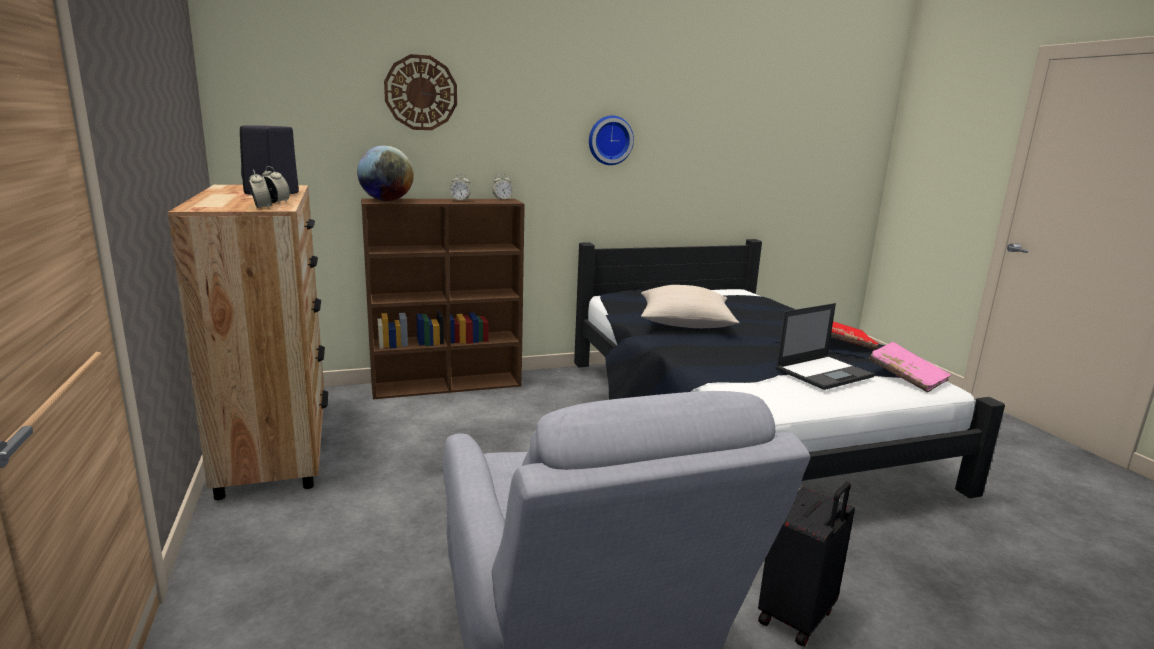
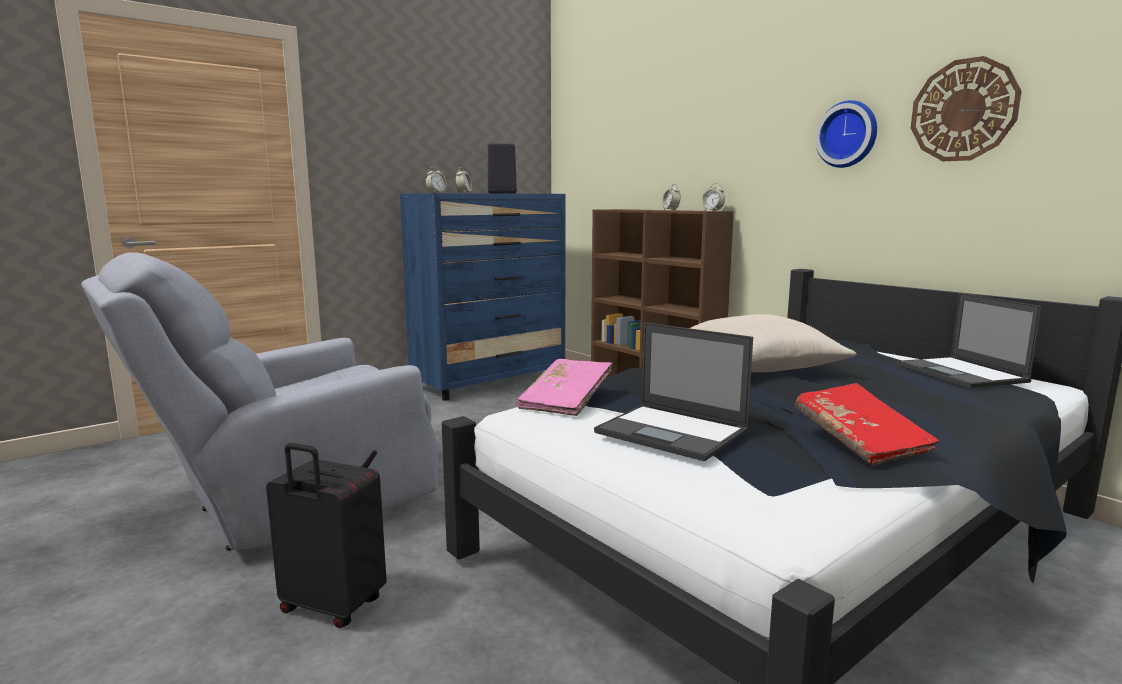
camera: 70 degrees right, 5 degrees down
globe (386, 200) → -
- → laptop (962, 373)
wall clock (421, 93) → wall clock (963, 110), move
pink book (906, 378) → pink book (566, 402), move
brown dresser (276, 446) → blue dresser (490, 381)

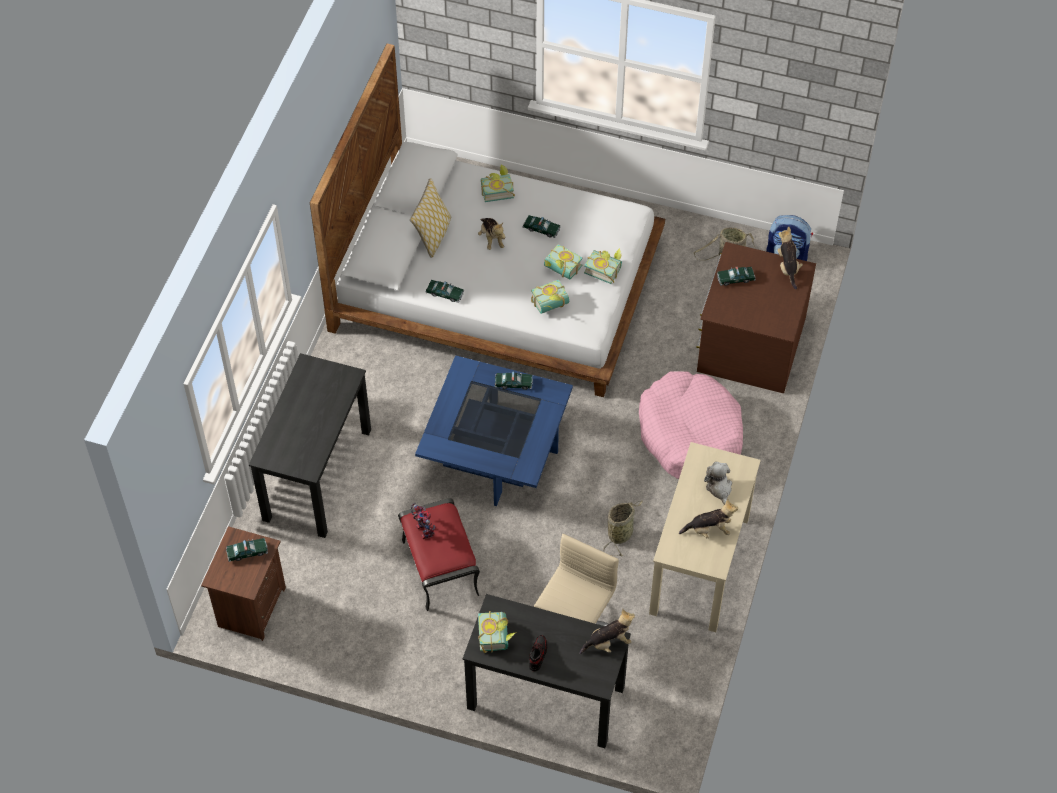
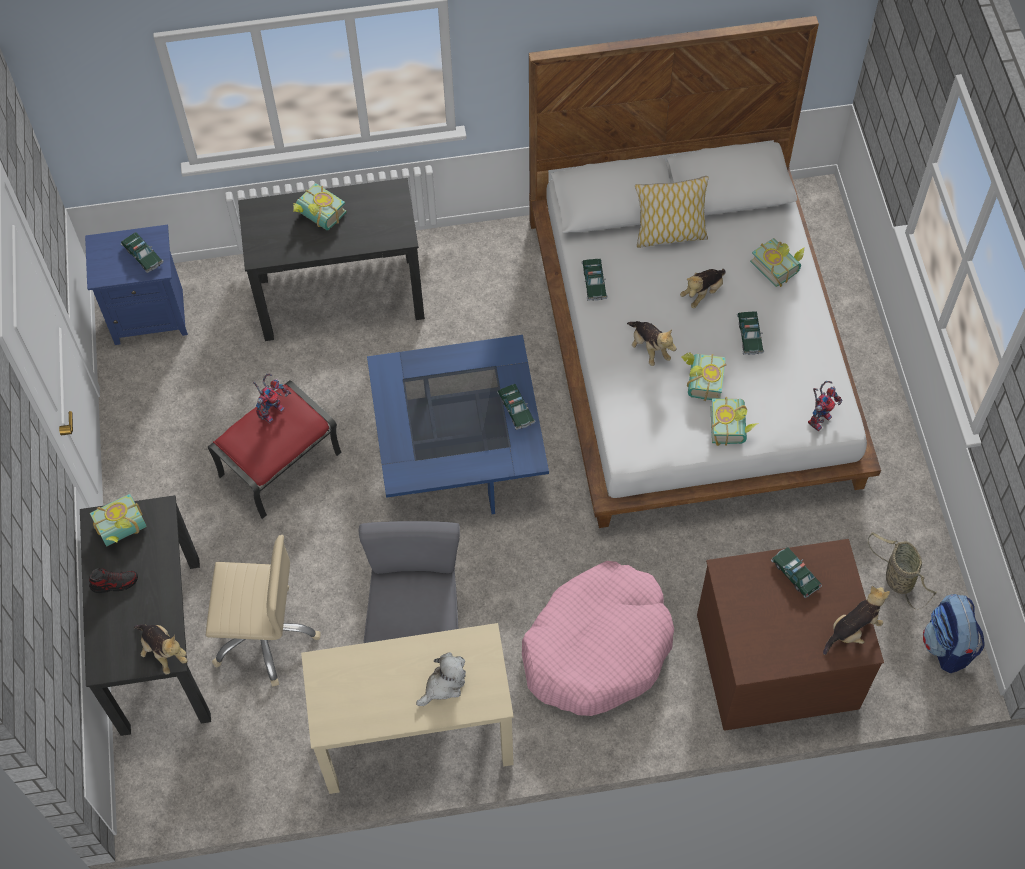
camera: 65 degrees right, 5 degrees up
- → toy robot (819, 417)
book (551, 305) → book (318, 217), move
plush toy (709, 530) → plush toy (649, 348), move
basket (621, 533) → grey chair (417, 629)
brown nightstand (250, 607) → blue nightstand (149, 315)

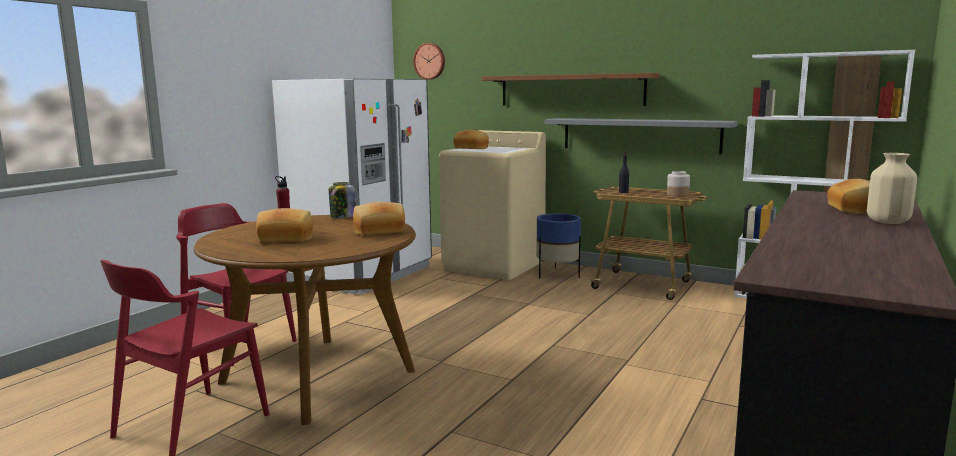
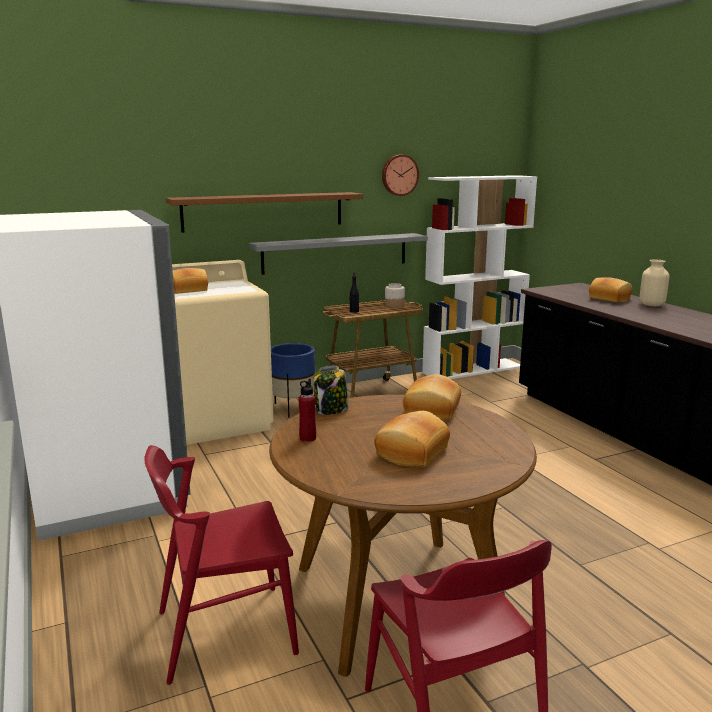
camera: 55 degrees left, 5 degrees up
wall clock (430, 61) → wall clock (399, 175), move

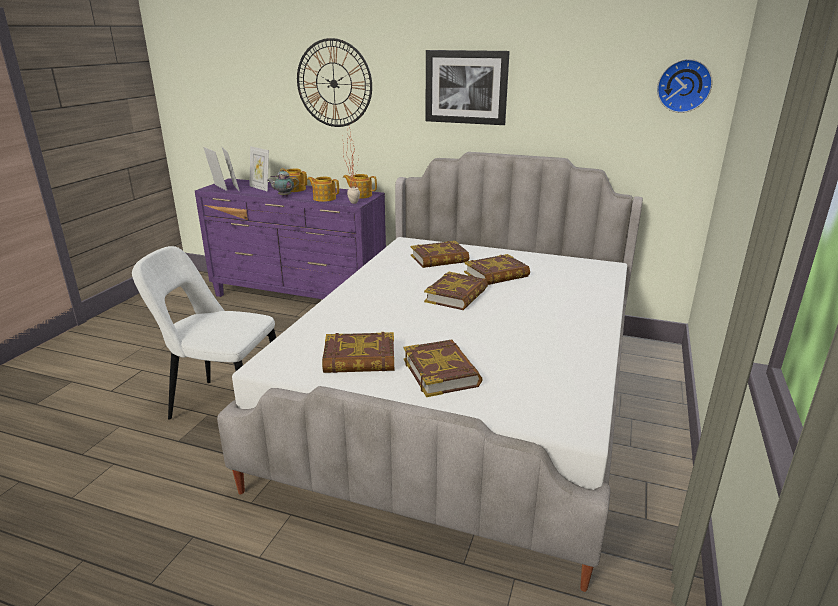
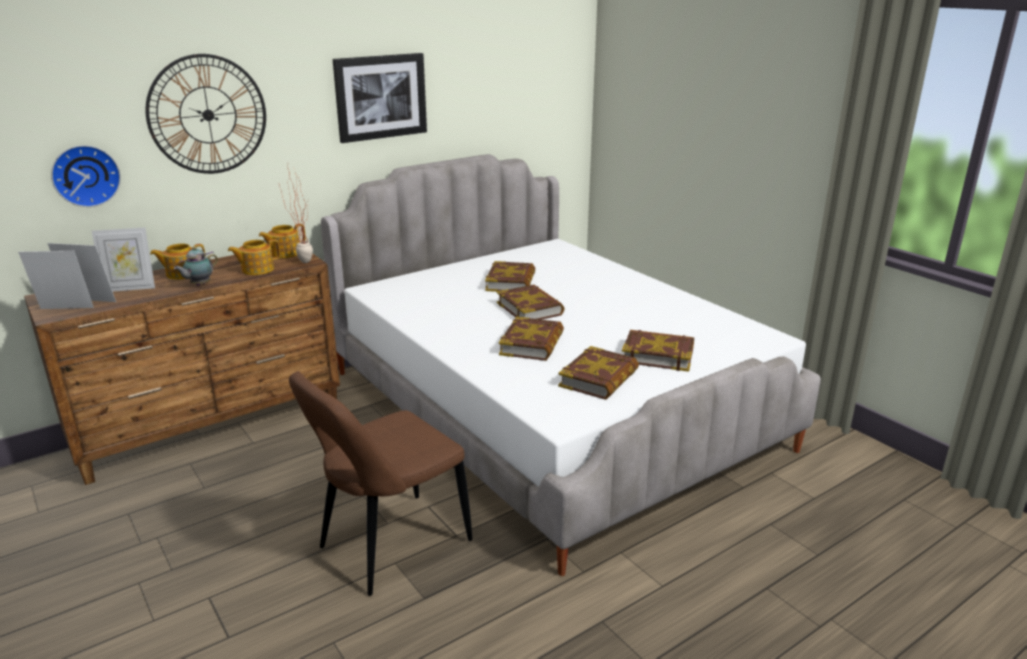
camera: 55 degrees left, 0 degrees up
book (439, 259) → book (532, 344), move
wall clock (684, 85) → wall clock (85, 175), move
white chair (224, 405) → brown chair (389, 546)
purple dresser (299, 299) → brown dresser (212, 427)

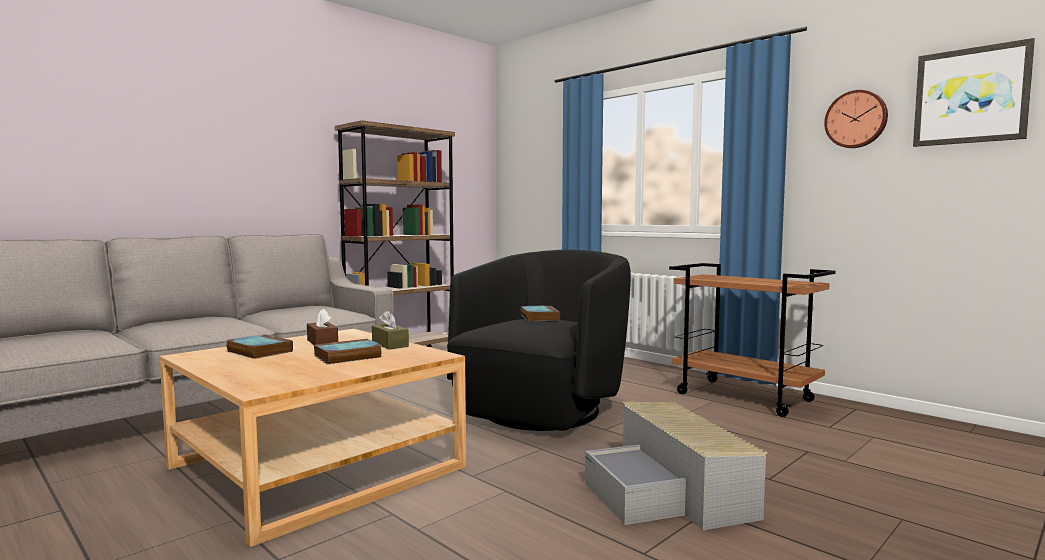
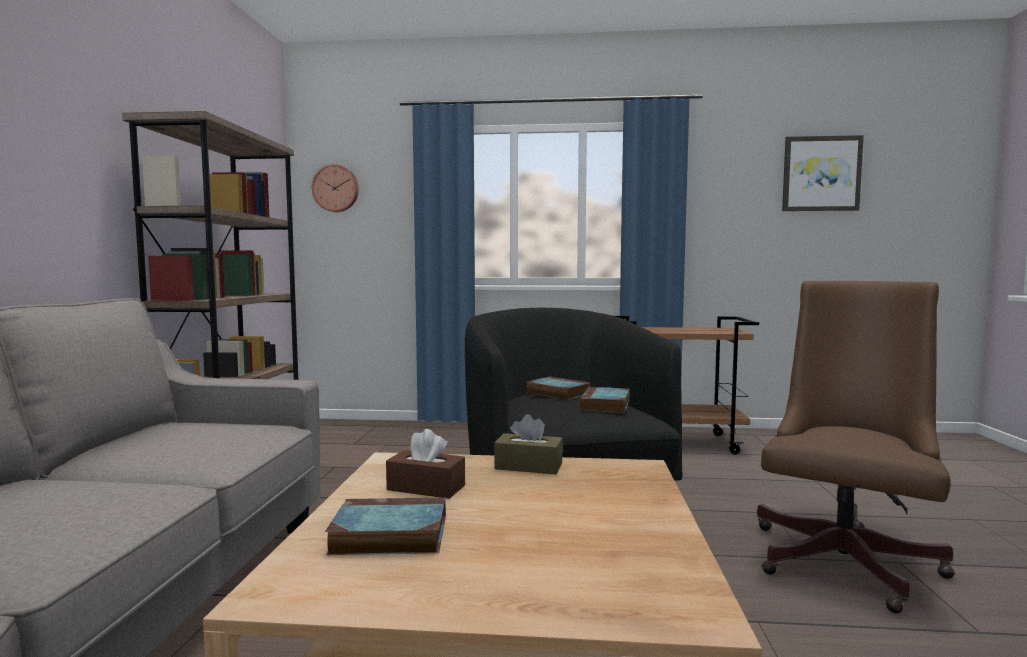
camera: 40 degrees left, 0 degrees up
book (347, 357) → book (605, 405), move
wall clock (856, 119) → wall clock (336, 188), move
grey storage box (670, 492) → brown office chair (847, 557)

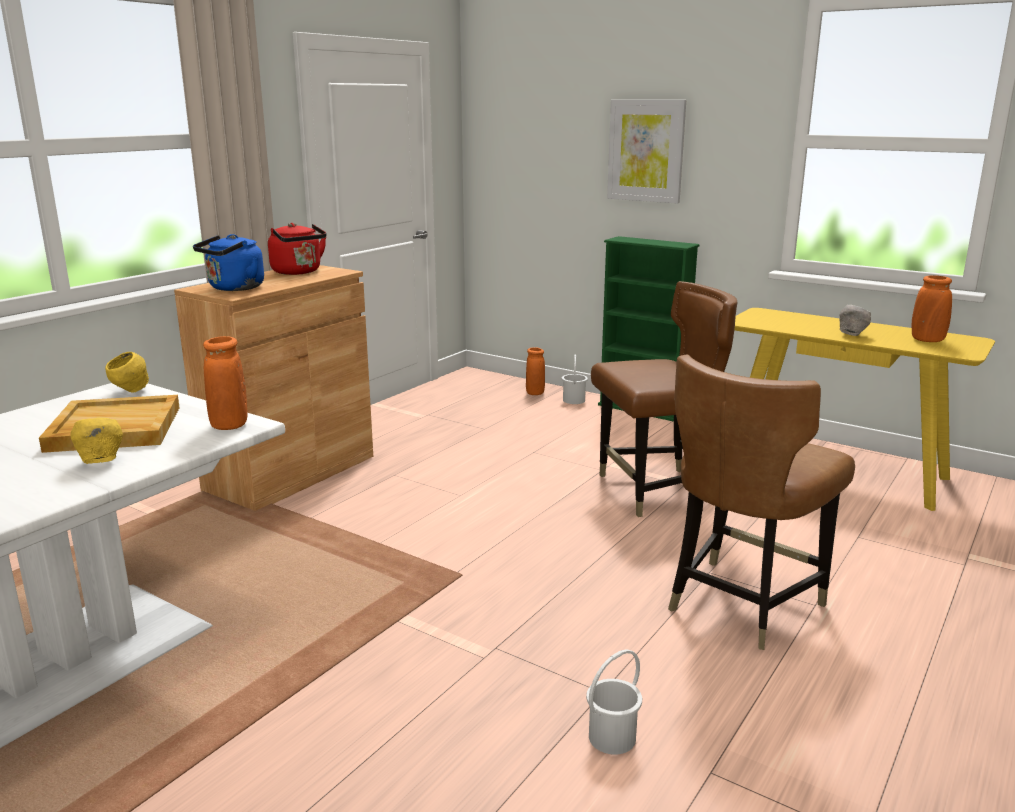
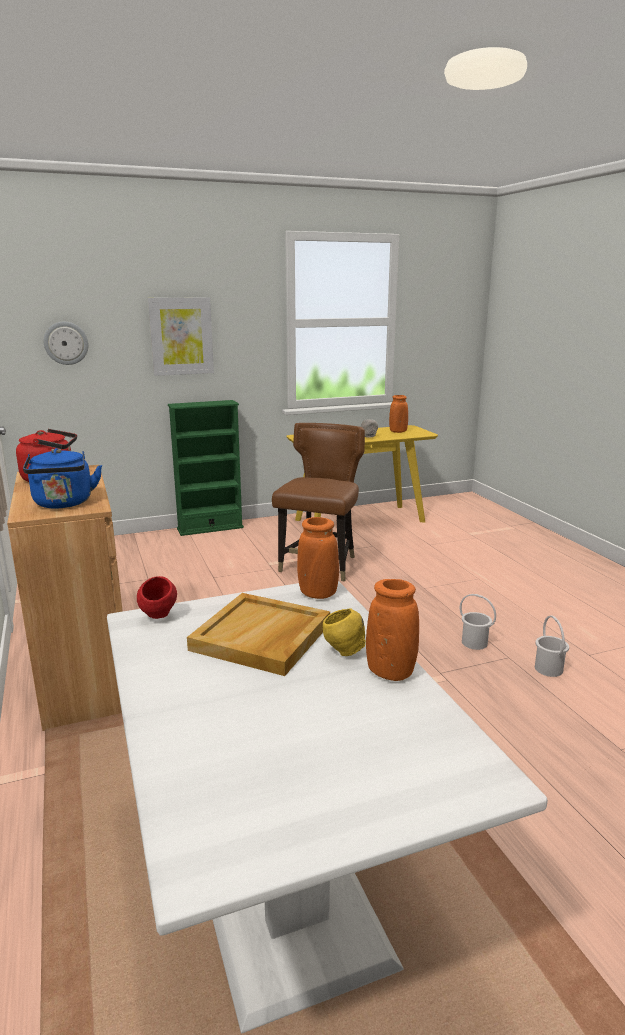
camera: 55 degrees left, 0 degrees up
brown chair (741, 604) → -
- → wall clock (66, 343)
orange vase (535, 393) → orange vase (390, 672), move
white bucket (574, 400) → white bucket (474, 642), move
yellow bowl (131, 391) → red bowl (158, 617)

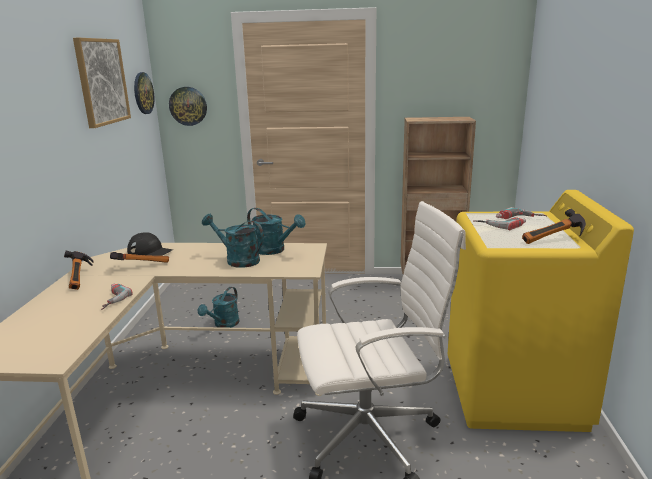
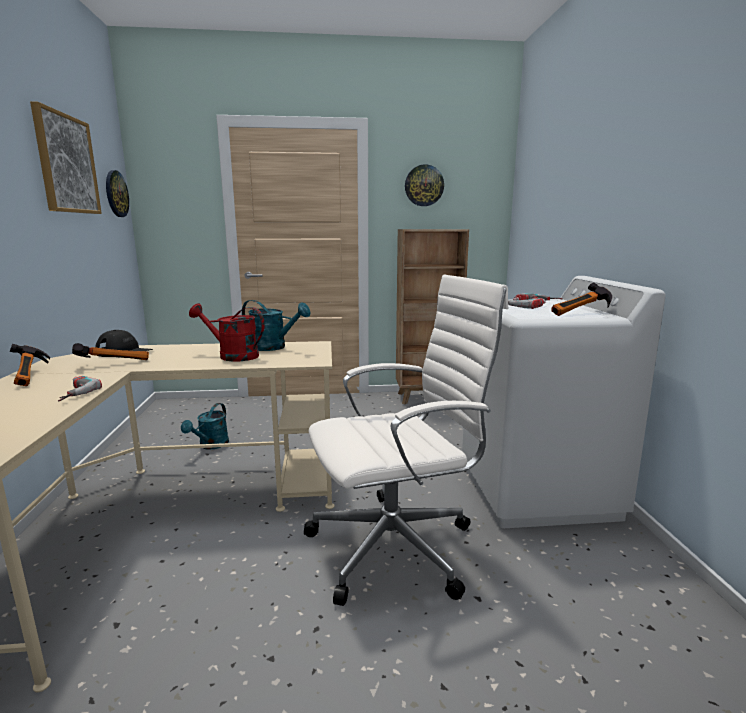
camera: 10 degrees left, 5 degrees down
wall clock (188, 106) → wall clock (424, 185), move
turquoise watering can (237, 260) → red watering can (232, 356)
yellow washing machine (514, 393) → white washing machine (537, 490)

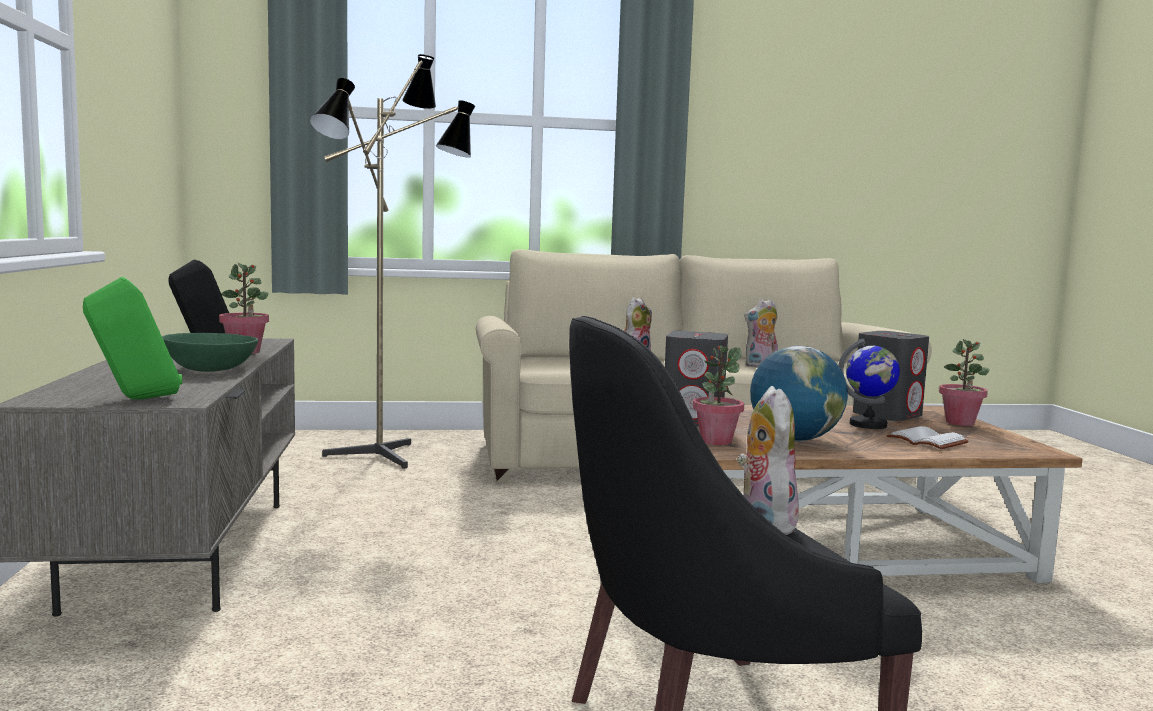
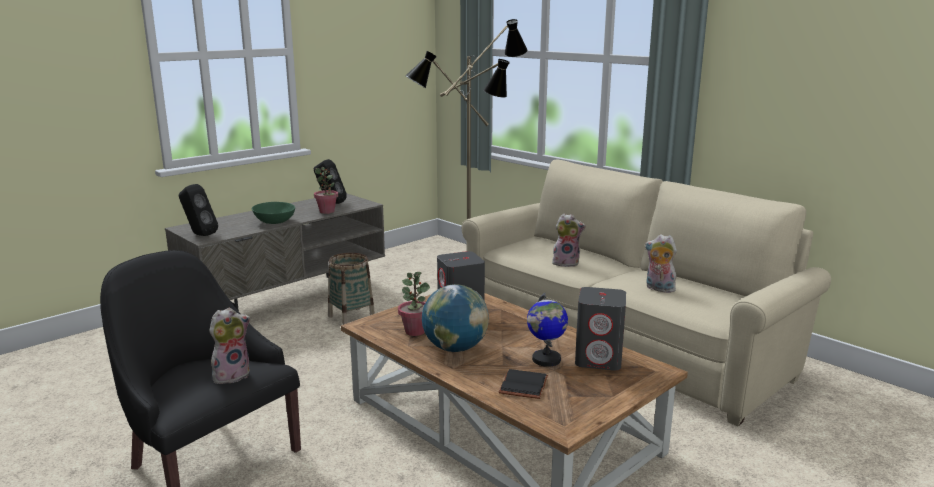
camera: 55 degrees right, 10 degrees up
potted plant (960, 422) → -
- → basket (351, 317)
green speaker (135, 399) → black speaker (199, 235)
white book (924, 441) → black book (522, 385)

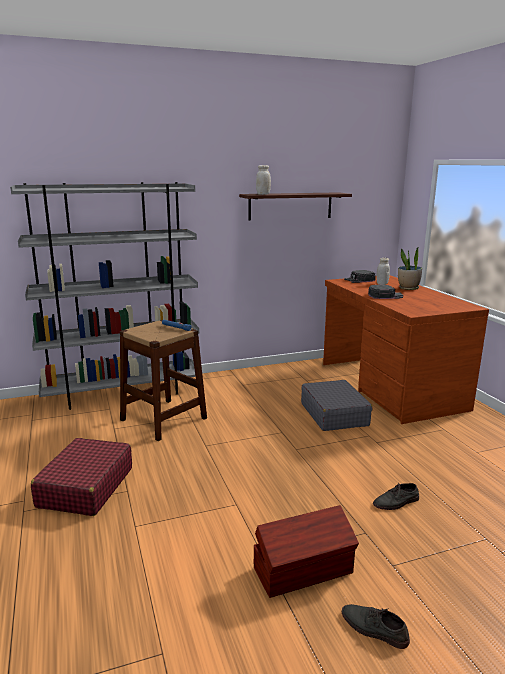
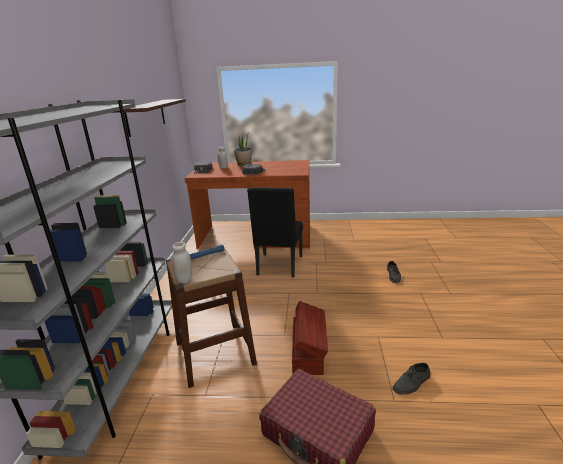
camera: 65 degrees left, 5 degrees up
brown storage box (304, 571) → brown storage box (308, 351), move
white jar (263, 194) → white jar (184, 279), move
grey shoe (373, 629) → grey shoe (412, 383), move
grey suitcase (334, 414) → black chair (279, 266)

